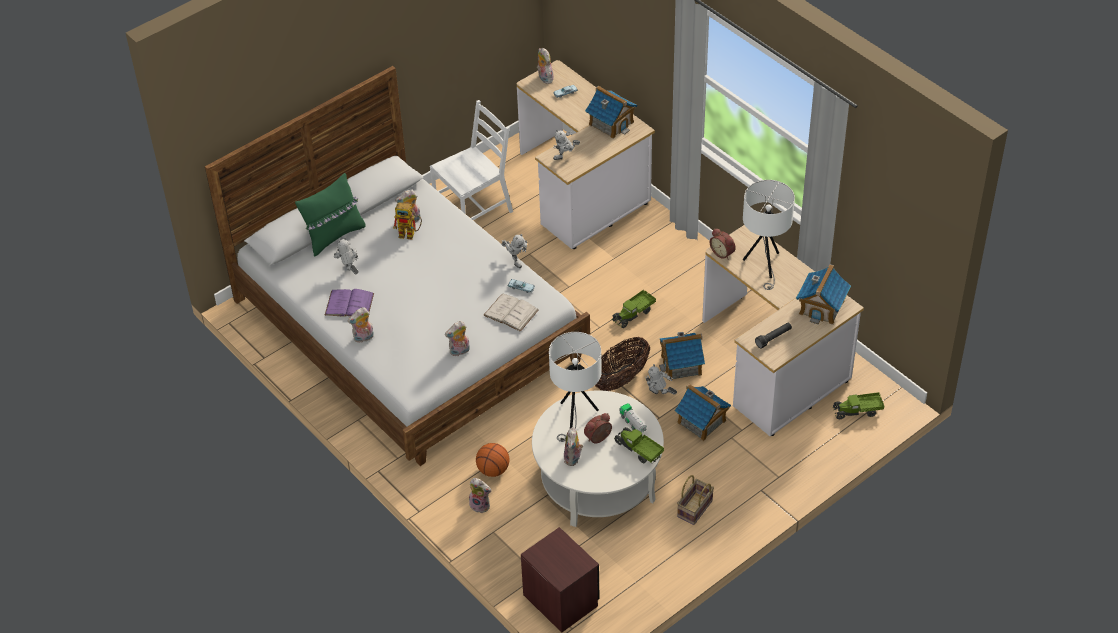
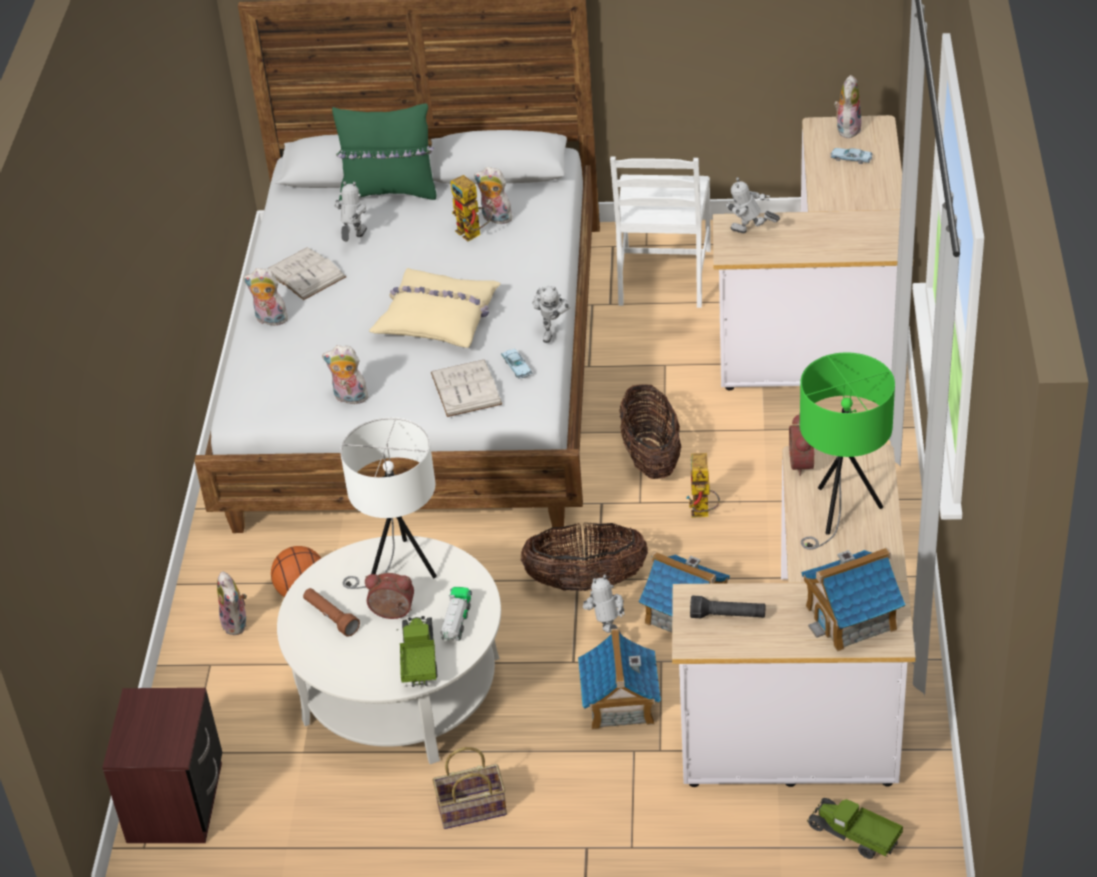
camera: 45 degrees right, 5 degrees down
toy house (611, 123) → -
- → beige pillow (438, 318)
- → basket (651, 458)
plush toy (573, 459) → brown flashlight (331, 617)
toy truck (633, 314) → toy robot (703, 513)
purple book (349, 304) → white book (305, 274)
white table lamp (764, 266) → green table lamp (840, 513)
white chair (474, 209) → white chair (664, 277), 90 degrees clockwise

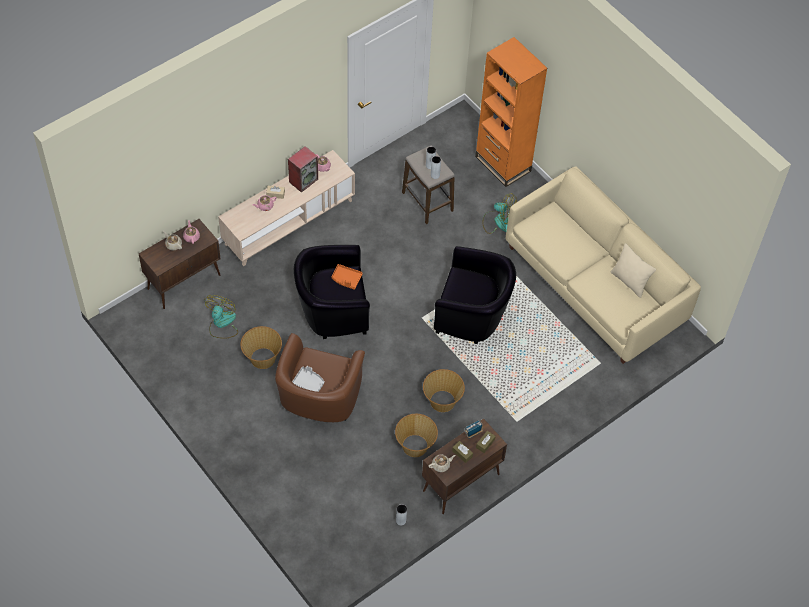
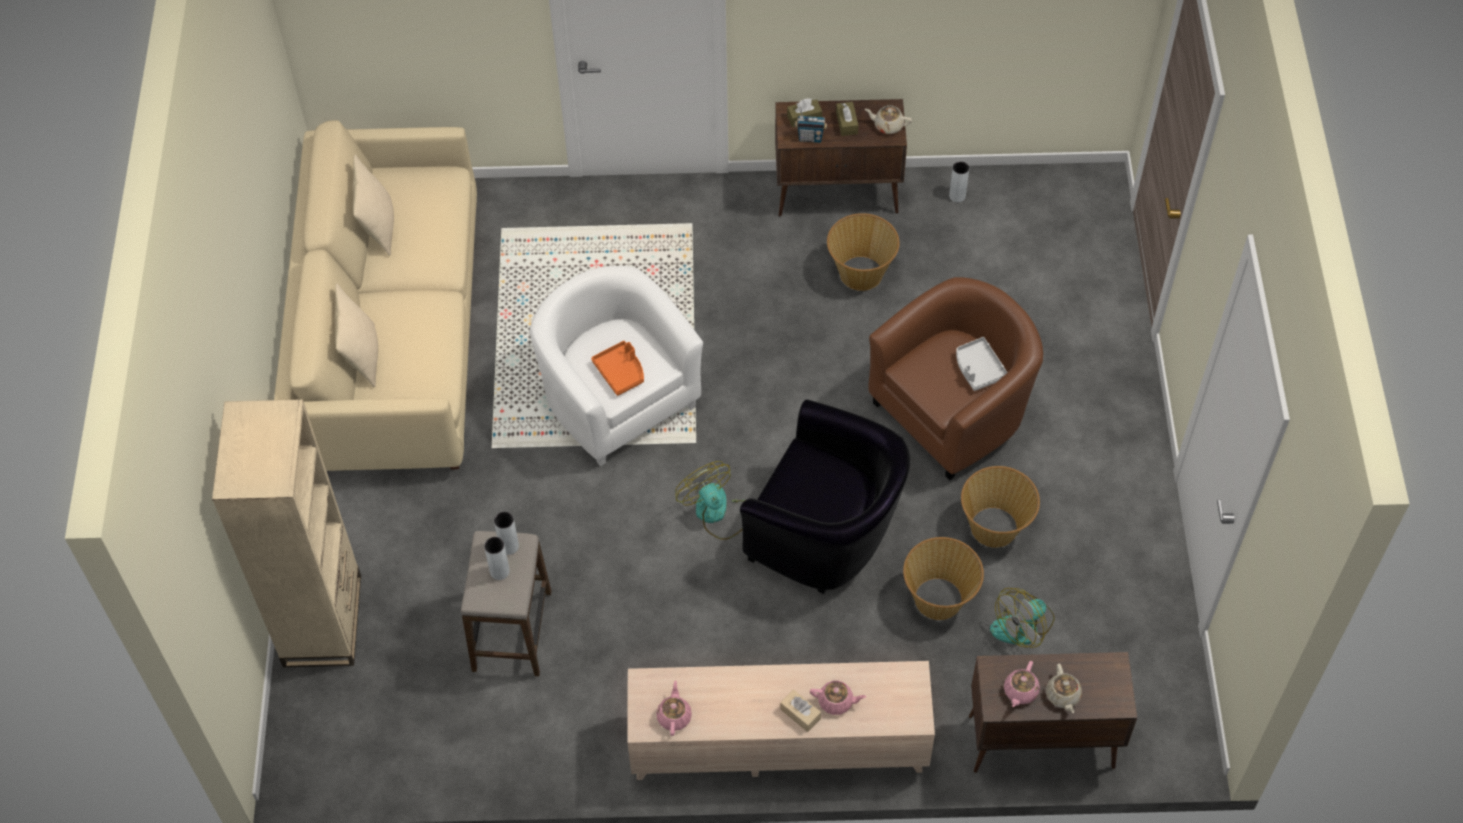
camera: 140 degrees left, 0 degrees up
speaker (303, 180) → -
- → beige pillow (362, 356)
orange tray (346, 279) → orange tray (621, 372), move
basket (442, 401) → basket (939, 598), move
fan (498, 221) → fan (717, 512), move
black armchair (472, 316) → white armchair (616, 398)
orange bookcase (503, 164) → beige bookcase (323, 620)

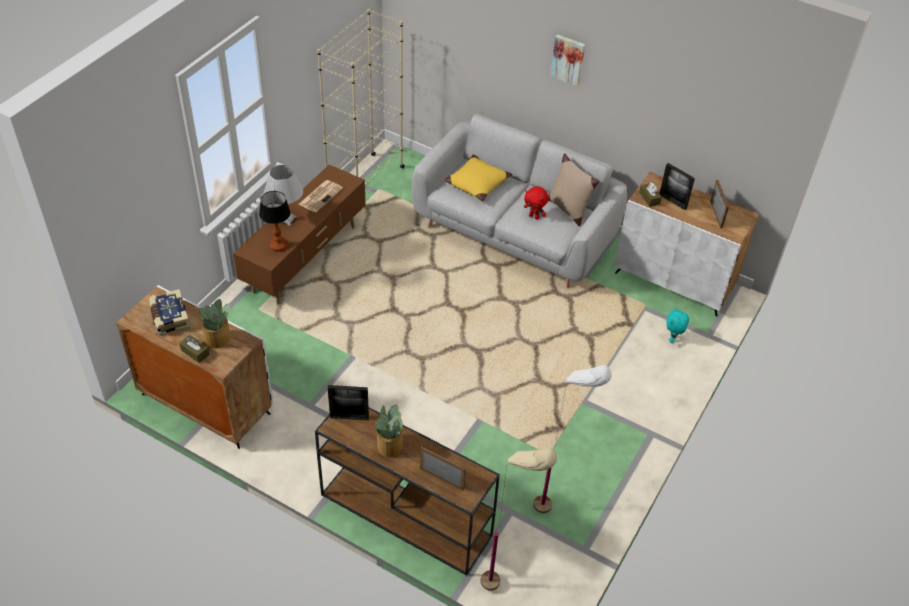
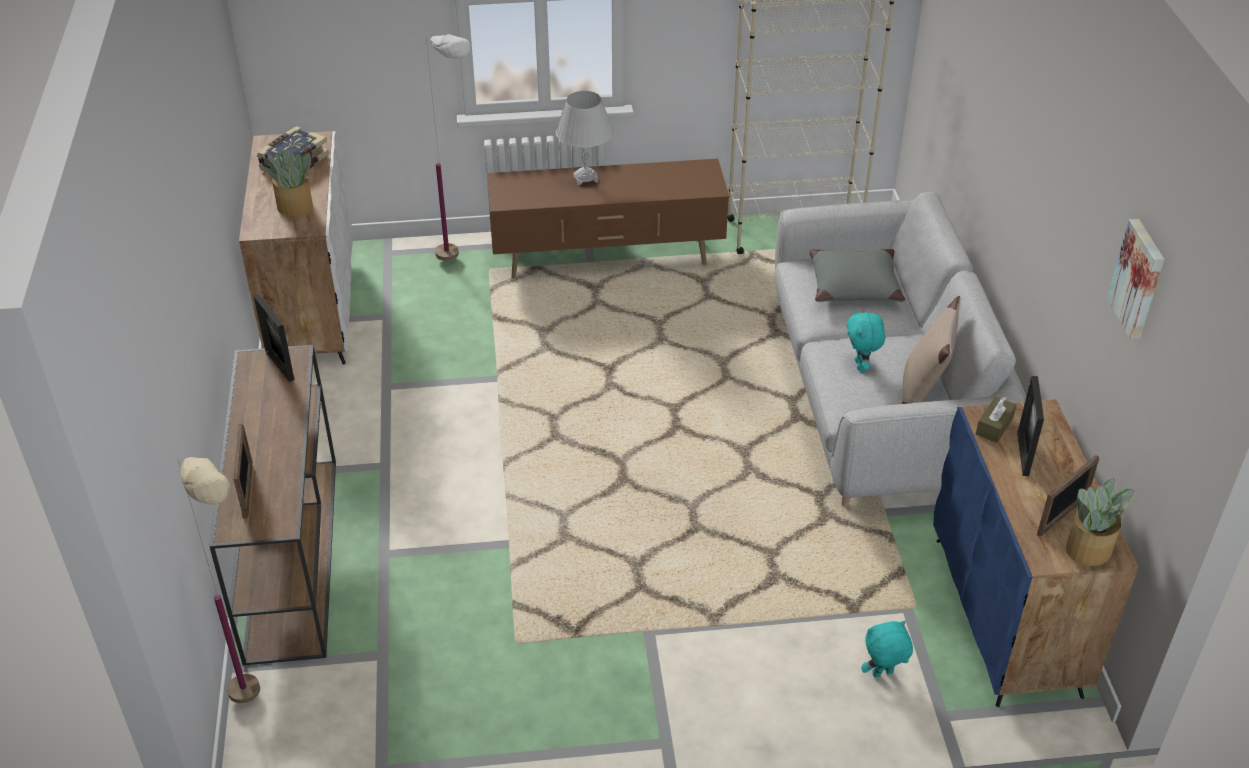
camera: 55 degrees right, 5 degrees down
brown tissue box (195, 352) → -
table lamp (278, 246) → -
newspaper (320, 196) → -
potted plant (390, 445) → potted plant (1090, 549), move
white floor lamp (557, 505) → white floor lamp (462, 267), move
picture (568, 59) → picture (1139, 279), move
yellow pillow (477, 183) → grey pillow (854, 285)
red plush toy (534, 216) → turquoise plush toy (861, 365)
white cabinet (674, 281) → blue cabinet (1007, 616)

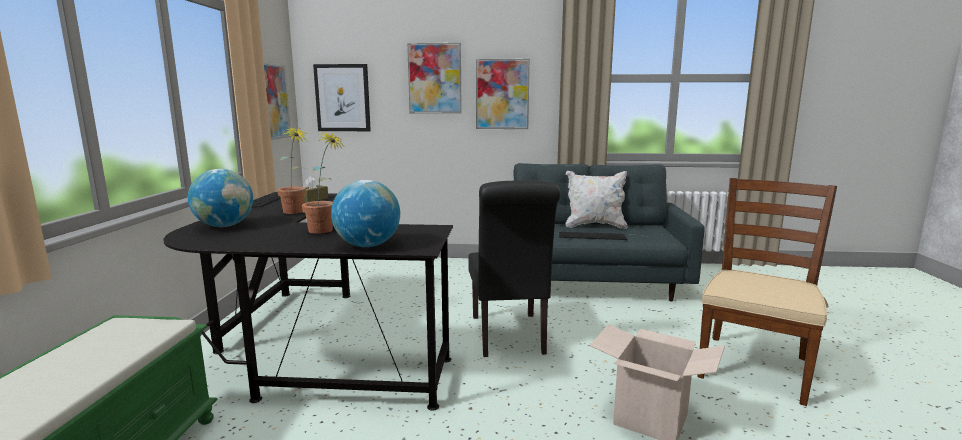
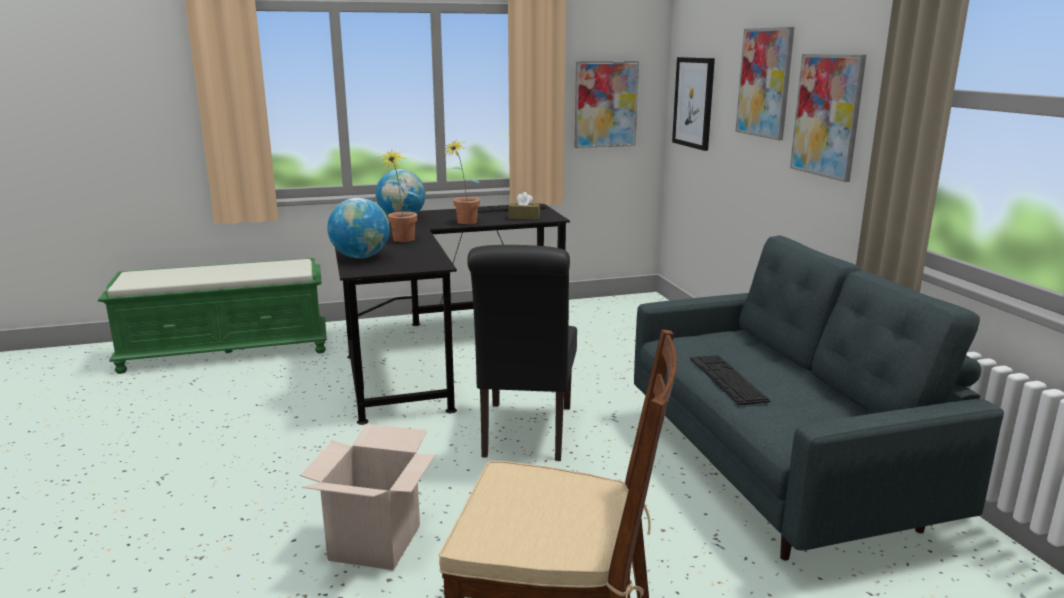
camera: 70 degrees right, 5 degrees up
white pillow (594, 226) → -
black chair (509, 337) → black chair (525, 434), 60 degrees counterclockwise

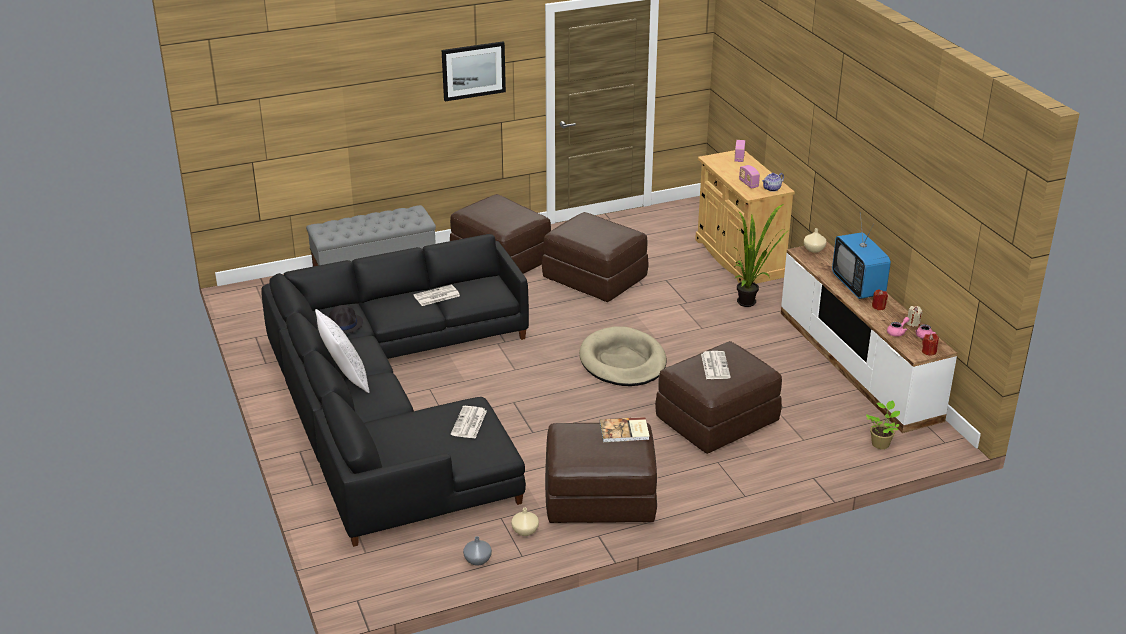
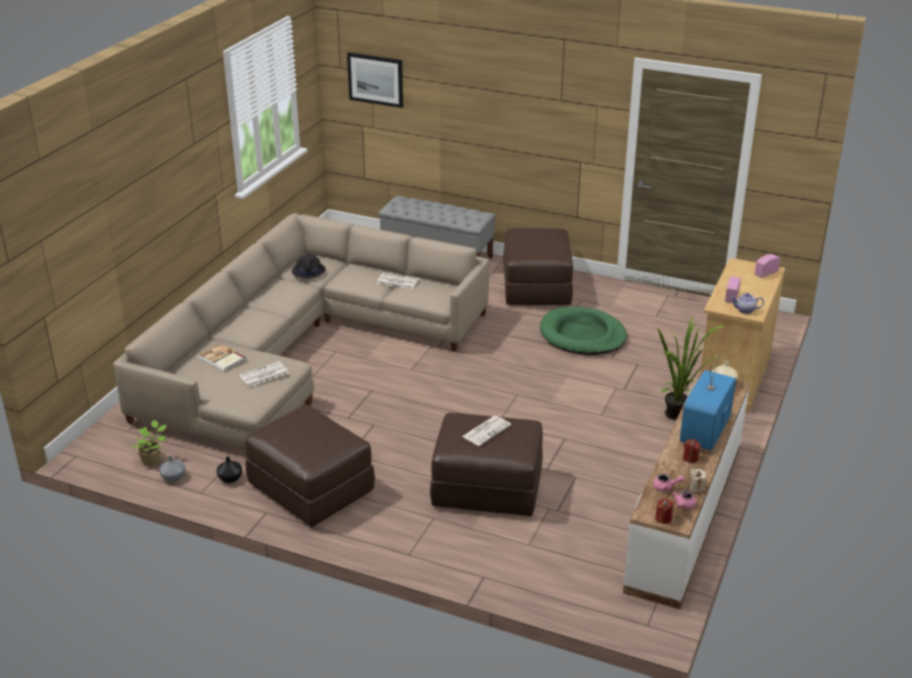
camera: 45 degrees right, 0 degrees up
white pillow (345, 378) → -
beige dog bed (623, 361) → -
picture (473, 70) → picture (375, 79), move
book (625, 432) → book (221, 359), move
potted plant (880, 443) → potted plant (152, 460), move
brown ottoman (595, 279) → green dog bed (582, 335)
black sofa (394, 404) → beige sofa (299, 349)
beige vase (525, 531) → black vase (229, 478)

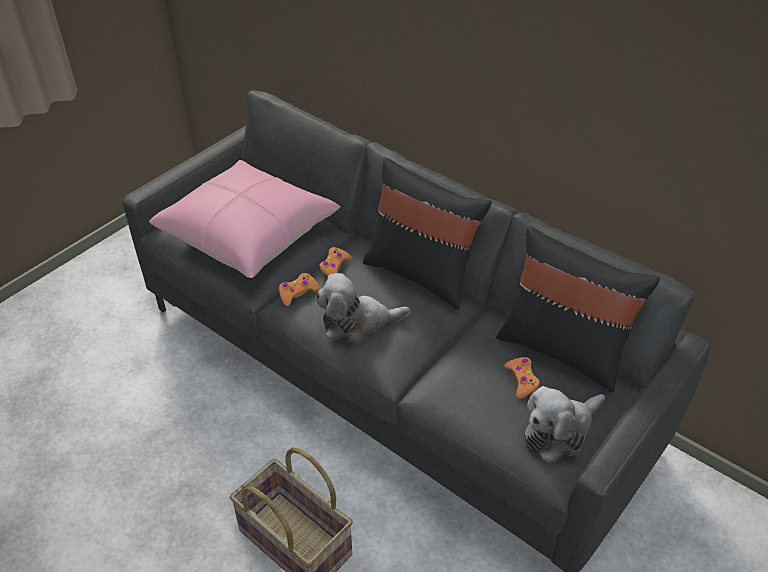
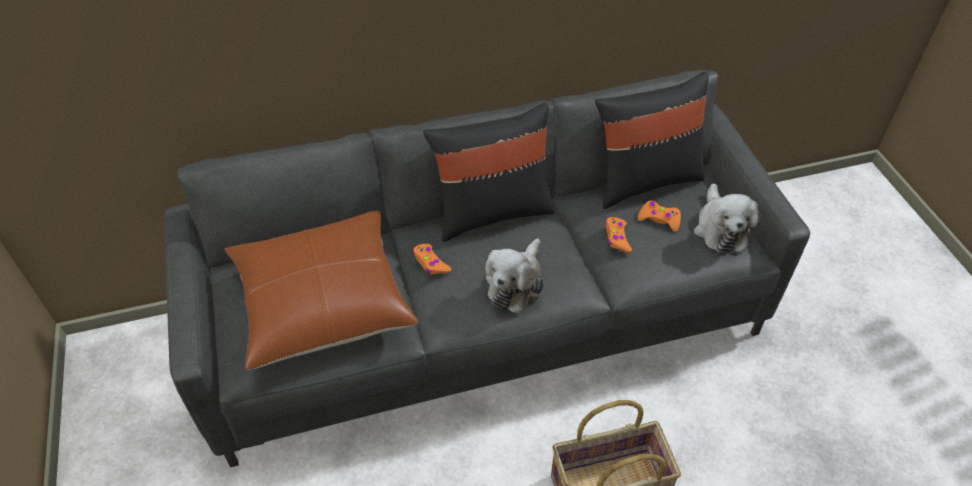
camera: 55 degrees left, 5 degrees up
orange game controller (298, 293) → orange game controller (617, 238), move
pink pillow (248, 233) → brown pillow (322, 302)

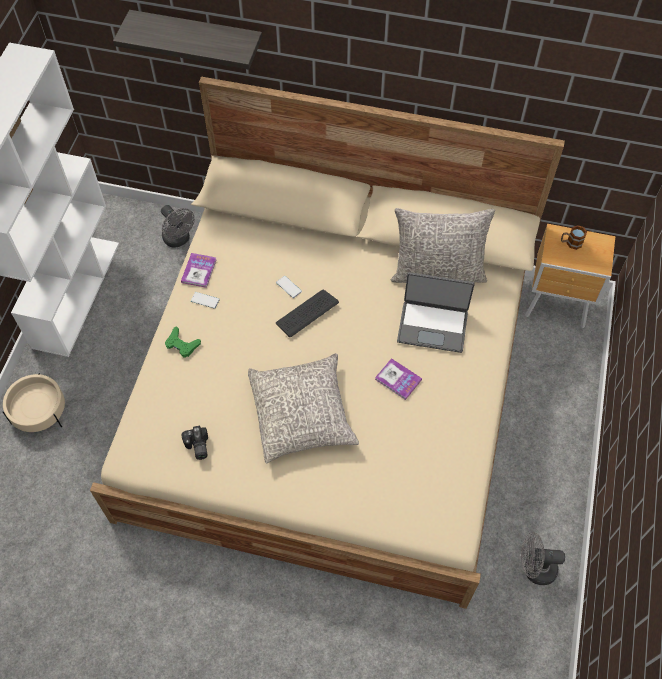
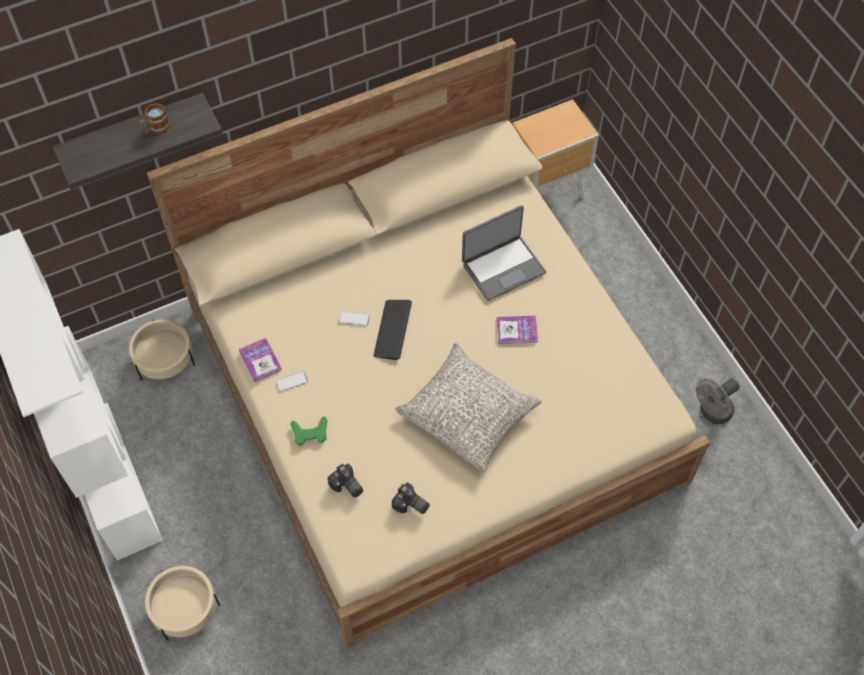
camera: 40 degrees left, 0 degrees up
grey pillow (437, 271) → -
- → photo camera (346, 486)
mug (570, 243) → mug (155, 129), move
grey fan (179, 240) → beige planter (165, 359)

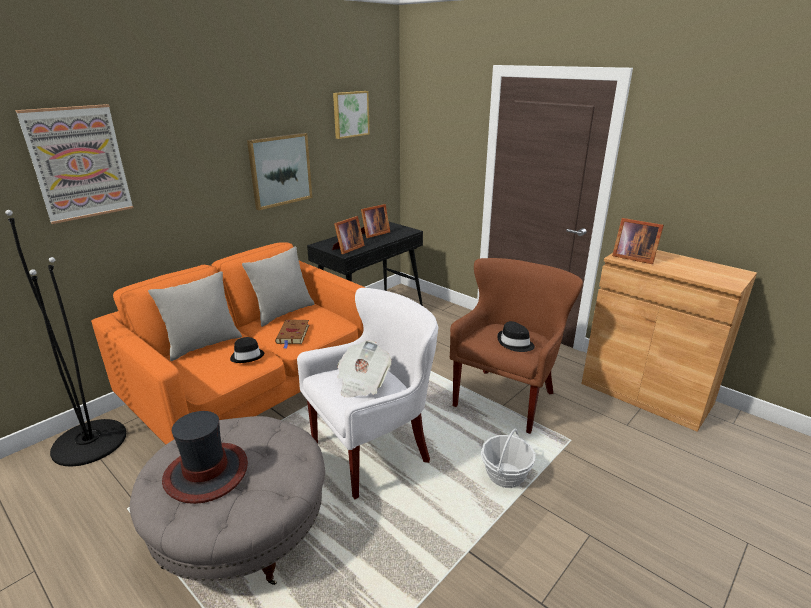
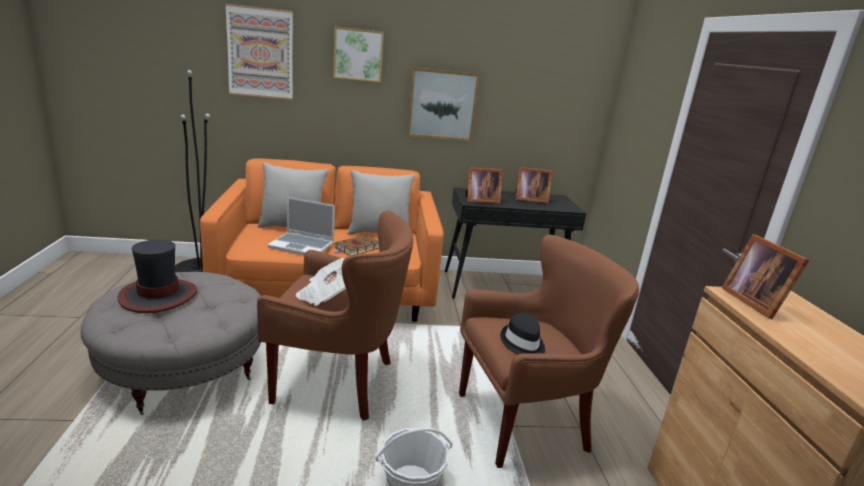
camera: 40 degrees right, 5 degrees down
picture (350, 114) → picture (358, 54), move
black hat (247, 356) → laptop (302, 246)
white armchair (374, 451) → brown armchair (337, 383)

